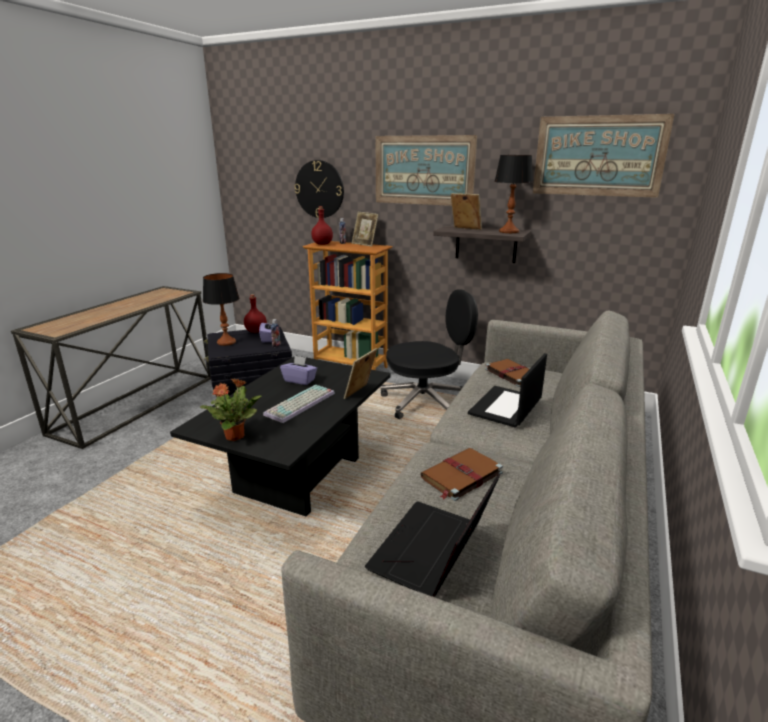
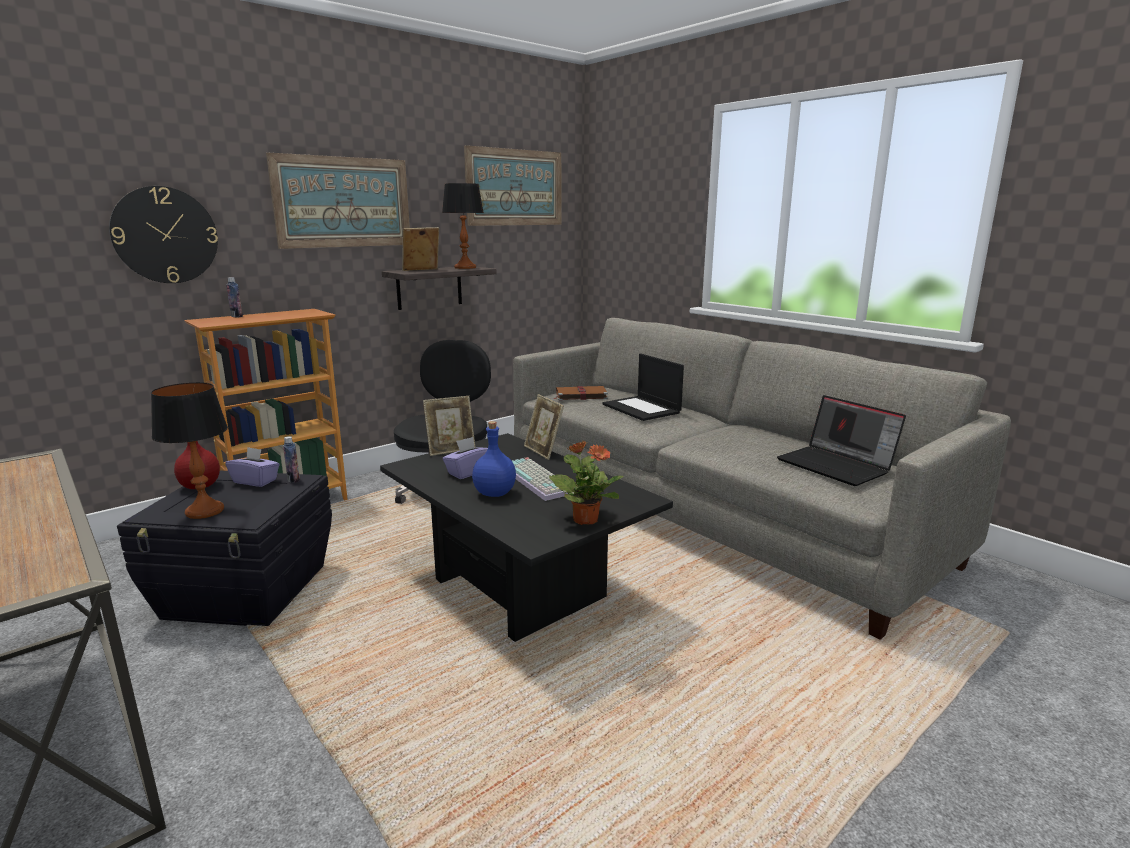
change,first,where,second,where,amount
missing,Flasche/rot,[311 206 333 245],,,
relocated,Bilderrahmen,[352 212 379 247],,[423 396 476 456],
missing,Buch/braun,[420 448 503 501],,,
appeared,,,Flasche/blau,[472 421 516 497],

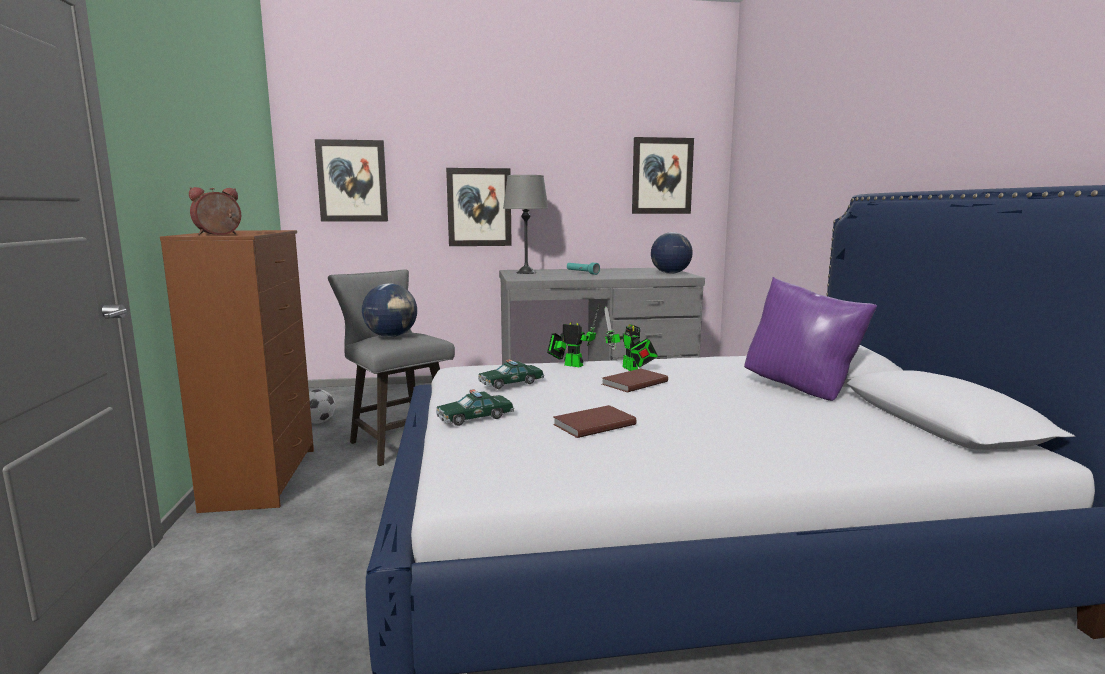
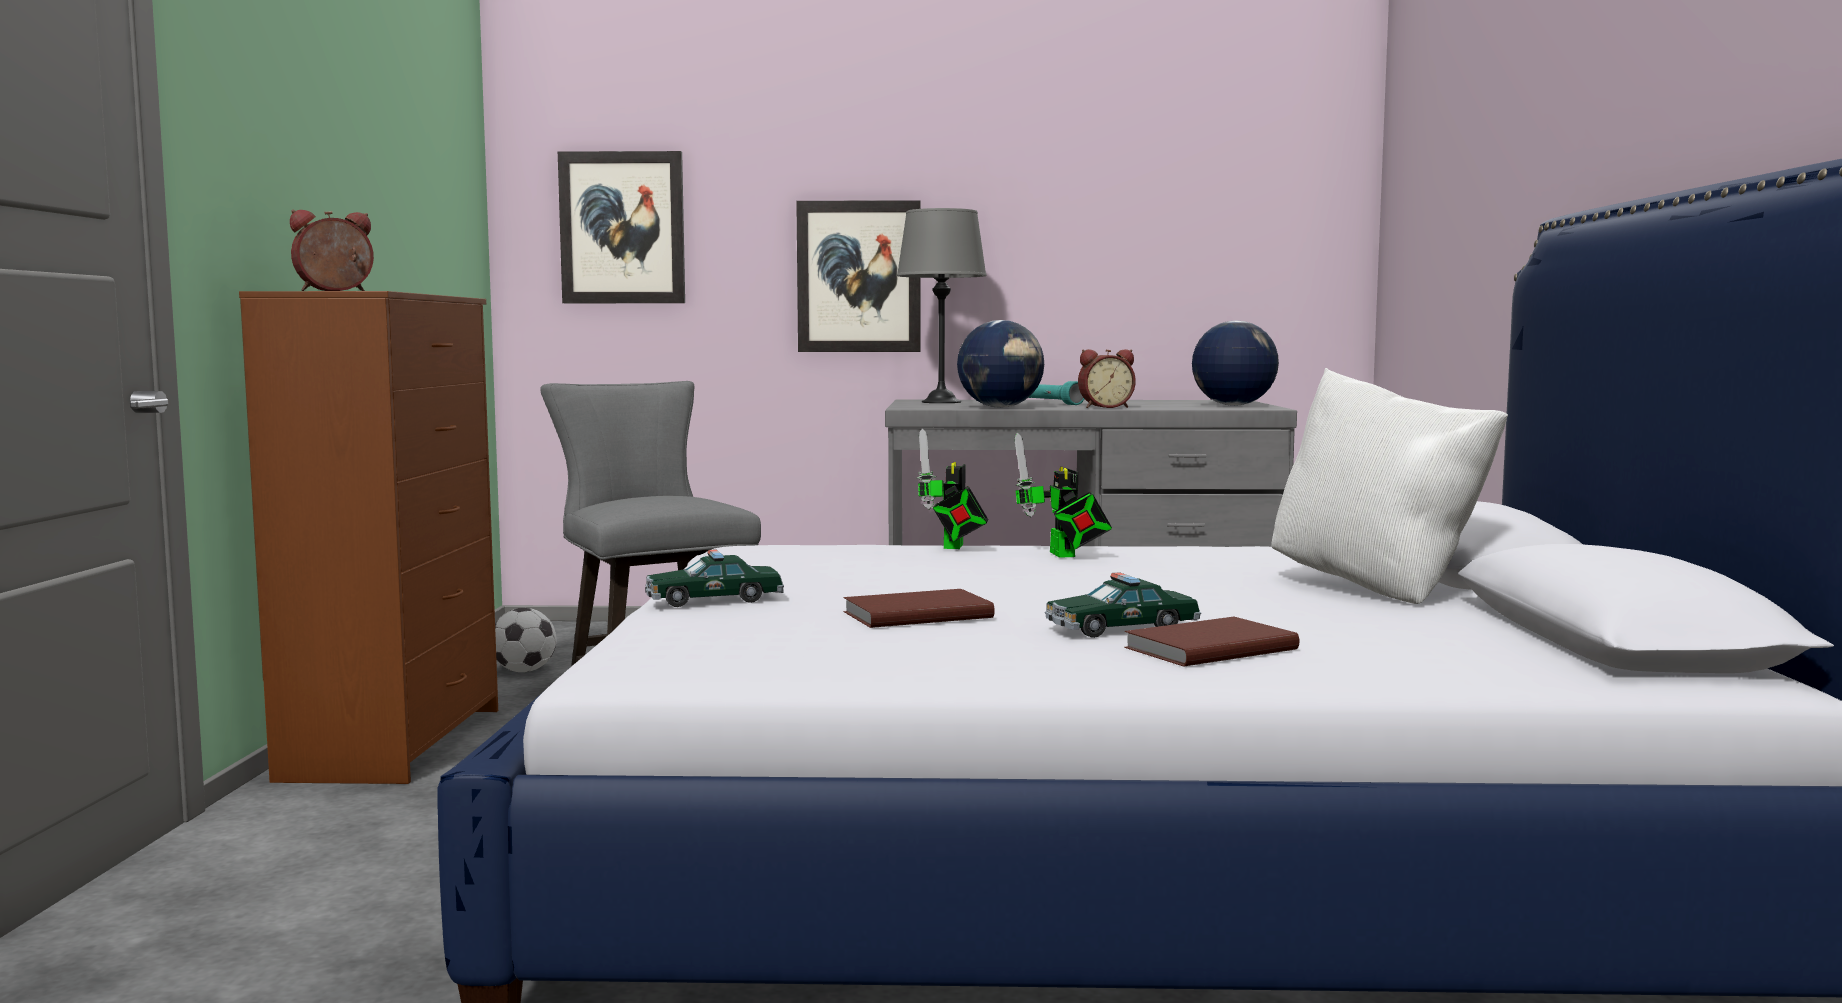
change,first,where,second,where,amount
relocated,Globus,[362 283 417 337],,[957 320 1044 408],
relocated,Spielzeugauto,[478 359 544 389],,[1045 572 1201 638],
spun,Spielzeugroboter,[547 305 599 367],,[917 428 988 549],120 degrees counterclockwise
relocated,Buch/braun,[602 368 668 393],,[1124 617 1299 667],
missing,Bild,[632 137 694 214],,,
colour,Kissen/lila,[744 277 877 401],Kissen/weiß,[1271 368 1508 604],
appeared,,,Wecker,[1078 349 1136 408],

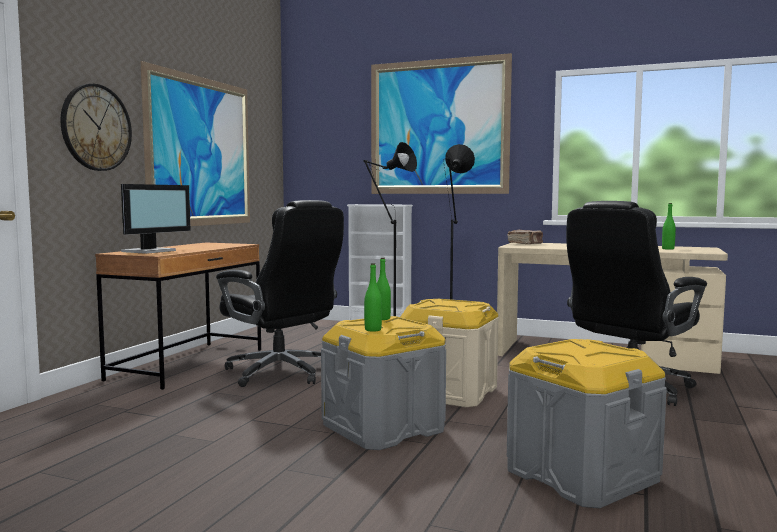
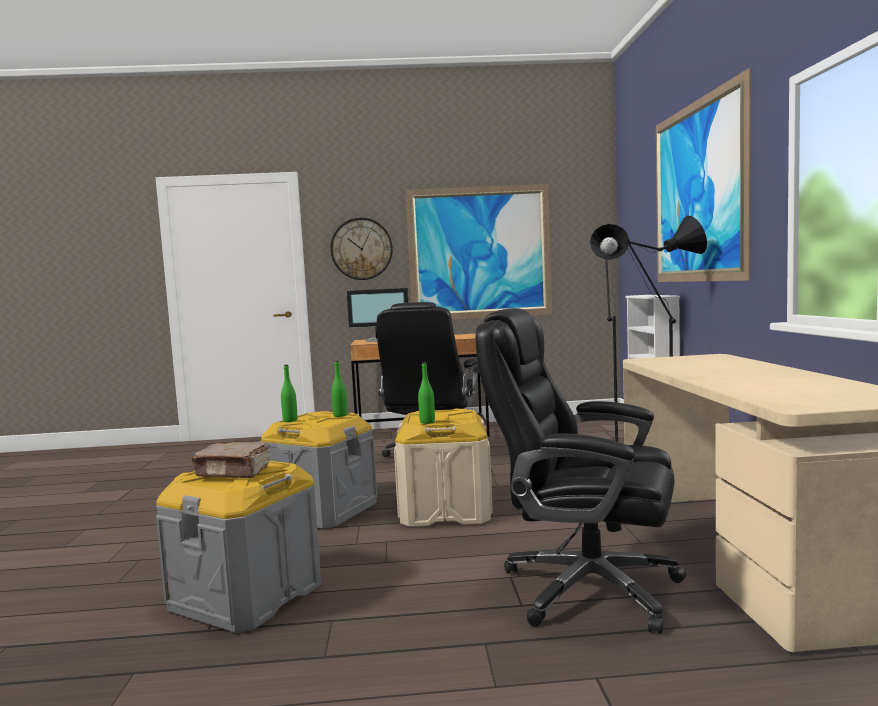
change,first,where,second,where,amount
relocated,Buch/braun,[507 230 543 244],,[191 441 270 478],
relocated,Flasche/grün,[662 203 676 250],,[418 362 435 424],

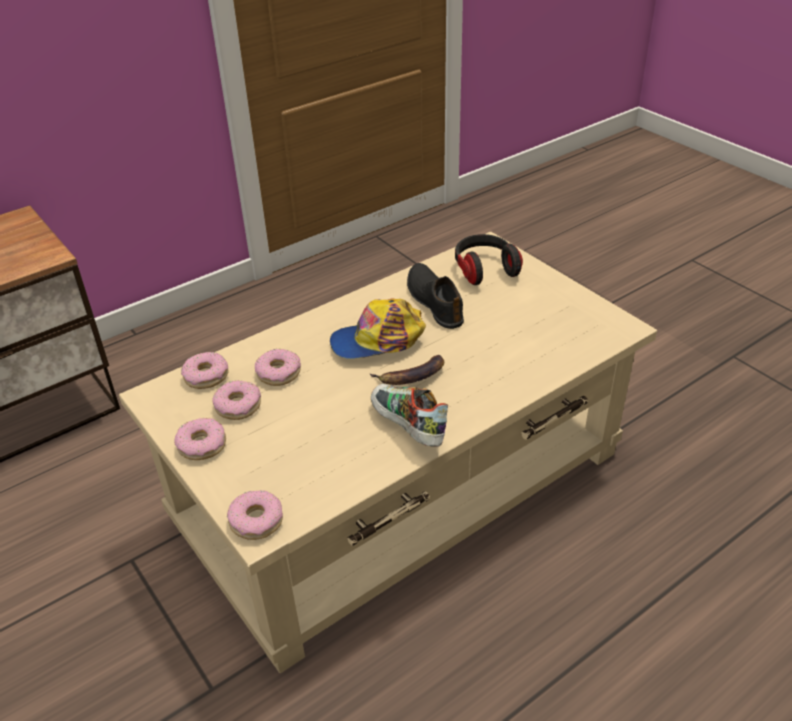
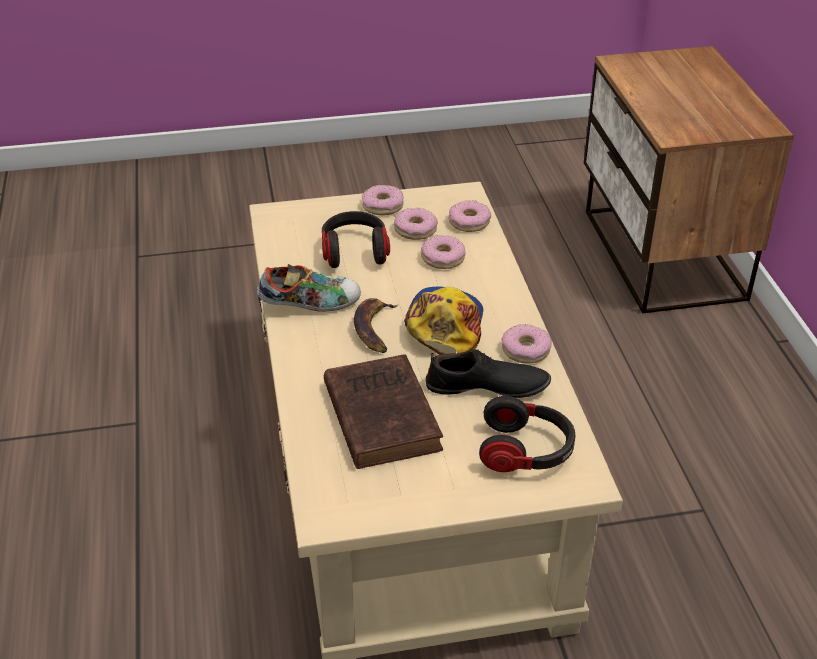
change,first,where,second,where,amount
relocated,Donut,[227 490 283 540],,[501 324 552 364],
appeared,,,Kopfhörer,[322 211 390 268],
appeared,,,Buch/braun,[324 354 443 469],

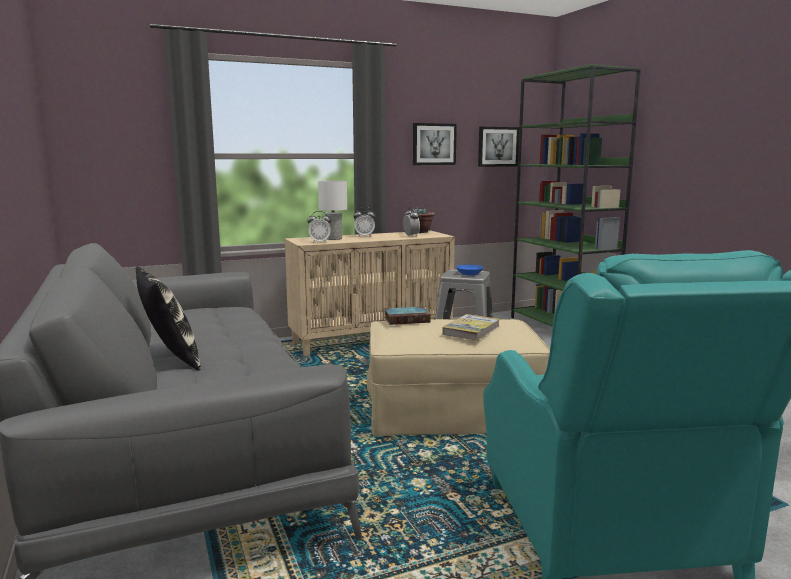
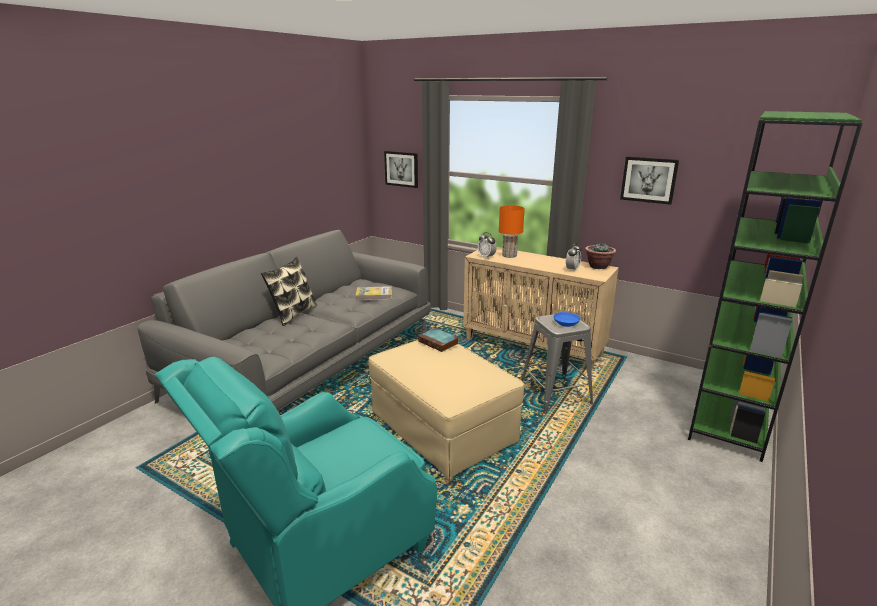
change,first,where,second,where,amount
colour,Tischlampe/weiß,[318 180 347 240],Tischlampe/orange,[499 205 525 258],
missing,Wecker,[354 207 376 237],,,
relocated,Buch,[442 314 500 341],,[356 286 392 300],
relocated,Bild,[478 127 519 167],,[384 151 418 188],

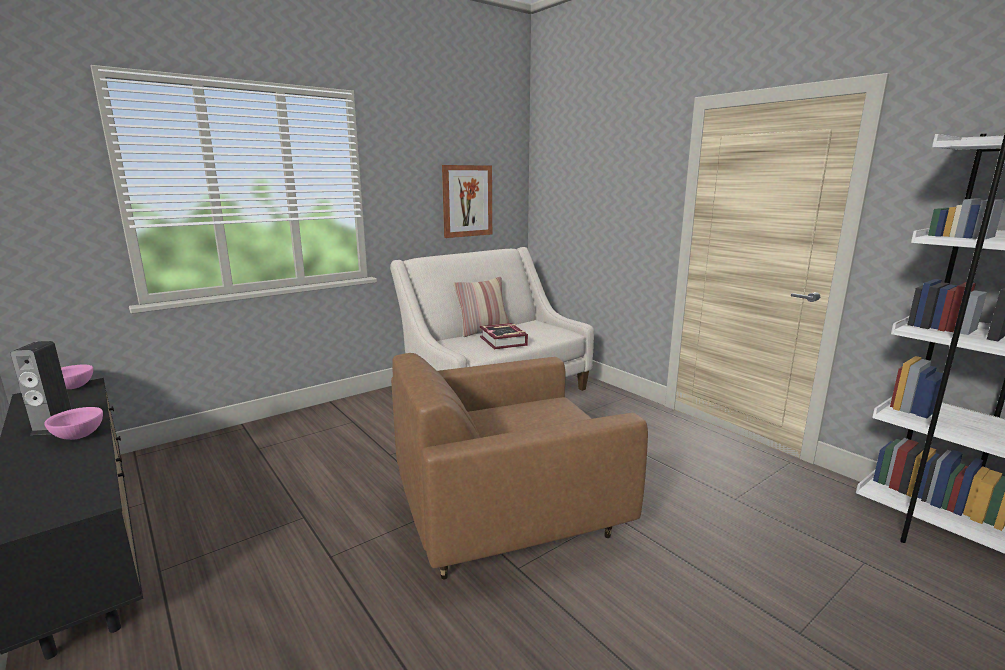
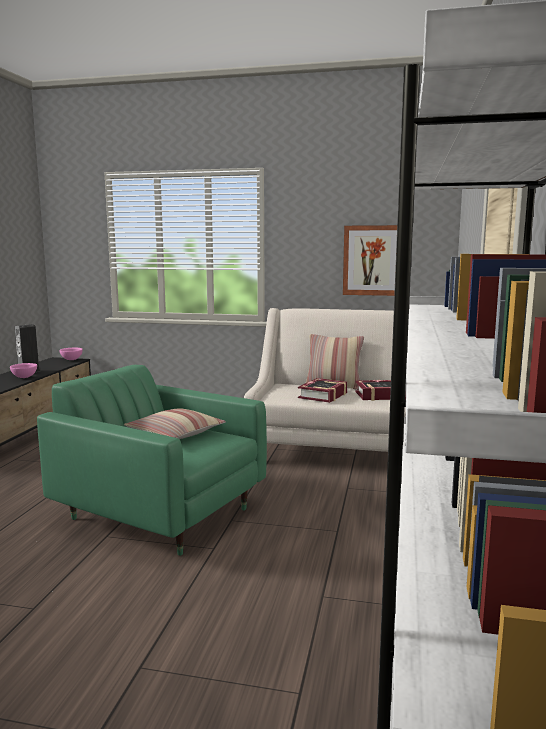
change,first,where,second,where,amount
colour,Sessel/braun,[391 353 648 579],Sessel/grün,[37 365 267 556],
appeared,,,Kissen,[124 408 225 439],
appeared,,,Buch,[355 379 406 401],

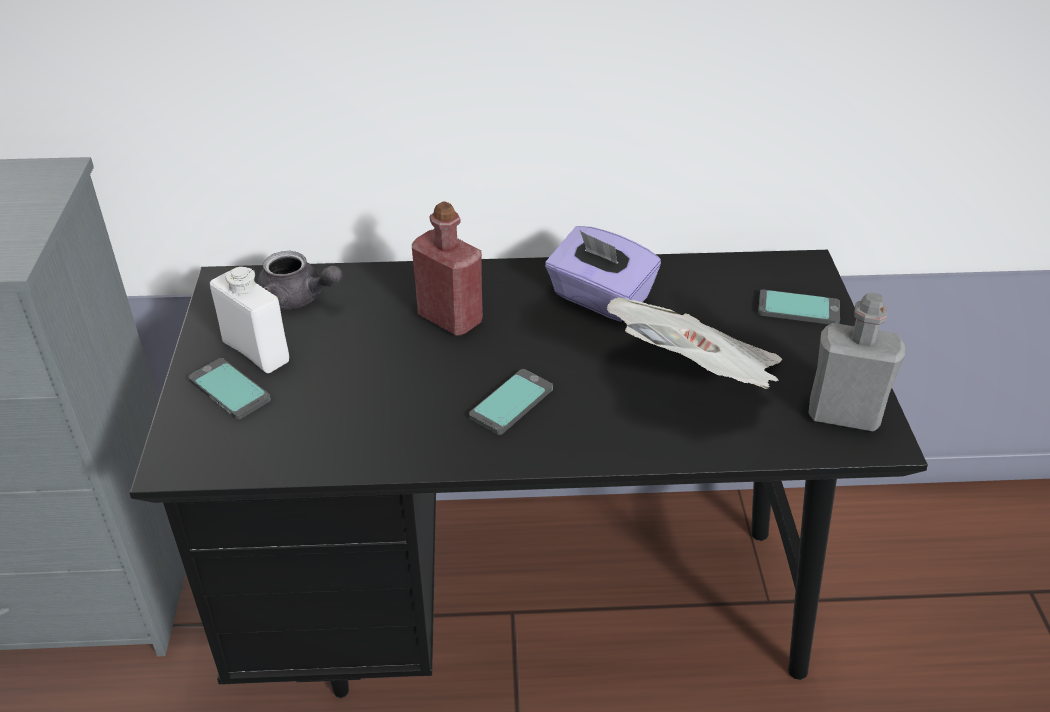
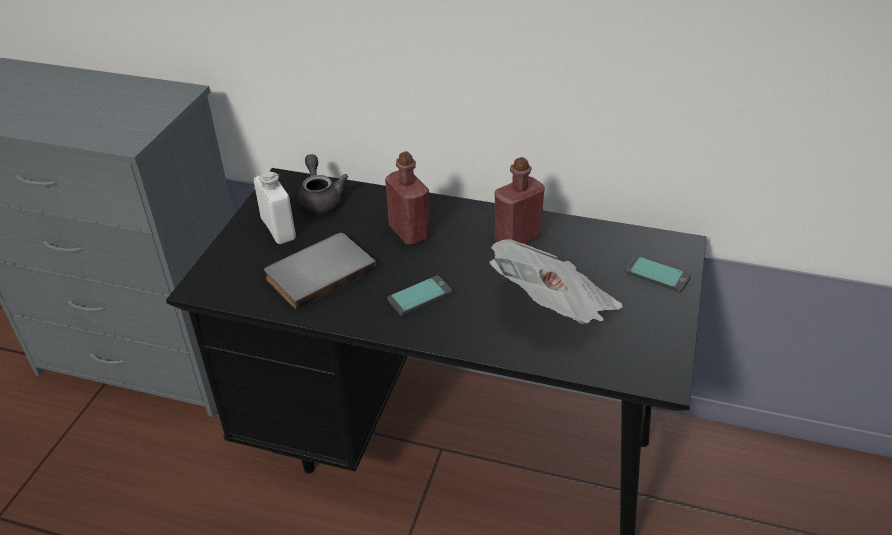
change,first,where,second,where,amount
missing,Handy,[188 358 271 419],,,
spun,Teekanne/grau,[257 251 343 309],,[297 154 348 215],150 degrees counterclockwise
exchanged,Taschentuchbox/lila,[545 226 661 322],Flasche/rot,[495 157 545 244],
missing,Flasche/grau,[809 293 905 432],,,
appeared,,,Buch/grau,[264 233 377 310],

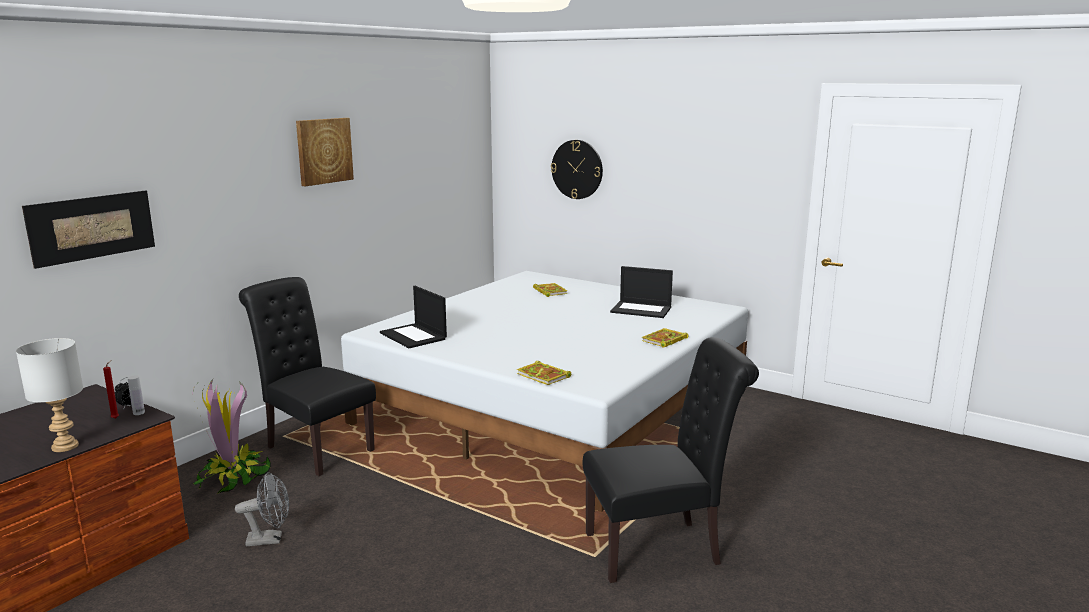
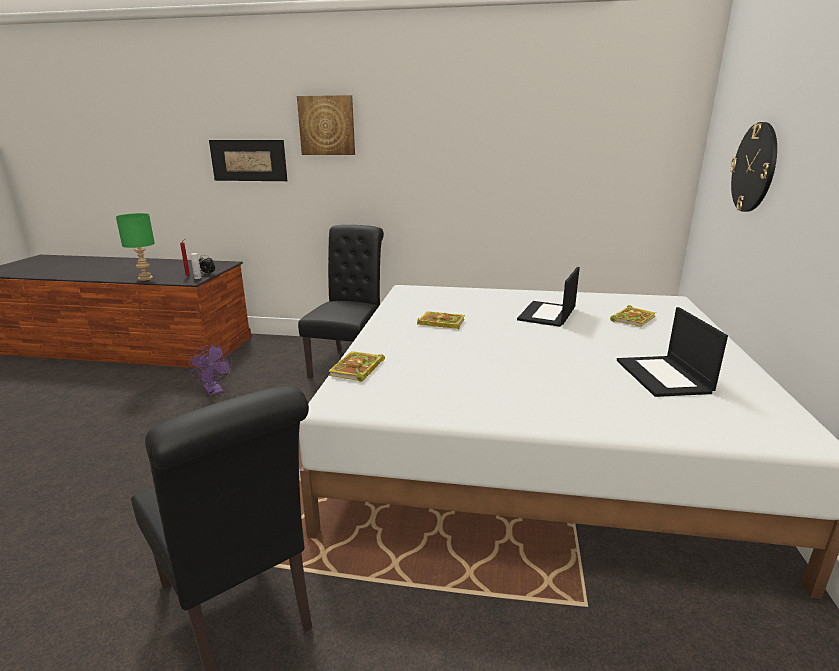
change,first,where,second,where,amount
colour,Tischlampe/grau,[16 338 83 452],Tischlampe/grün,[116 213 155 281],
missing,Topfpflanze,[192 379 271 494],,,
colour,Ventilator/grau,[235 472 289 547],Ventilator/lila,[189 345 232 396],
relocated,Bild,[296 118 354 186],,[297 95 355 155],
relocated,Laptop,[380 286 447 348],,[517 267 580 327],
relocated,Buch,[642 328 688 348],,[417 311 465 330],

